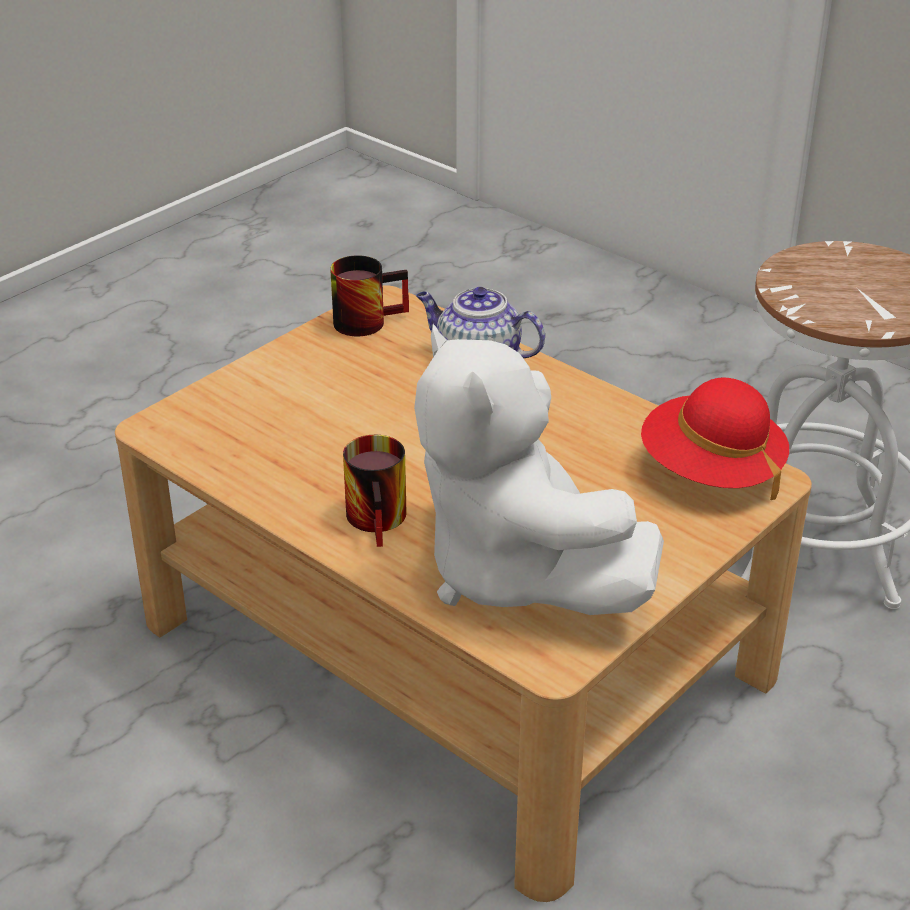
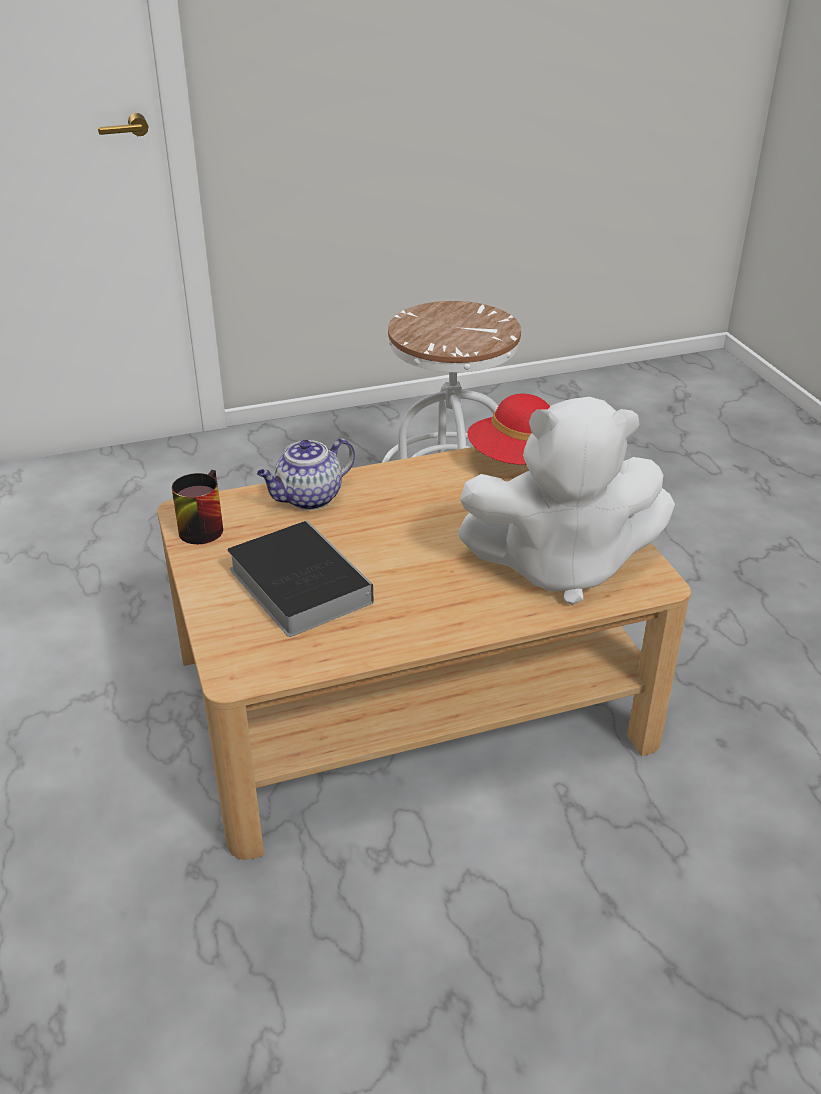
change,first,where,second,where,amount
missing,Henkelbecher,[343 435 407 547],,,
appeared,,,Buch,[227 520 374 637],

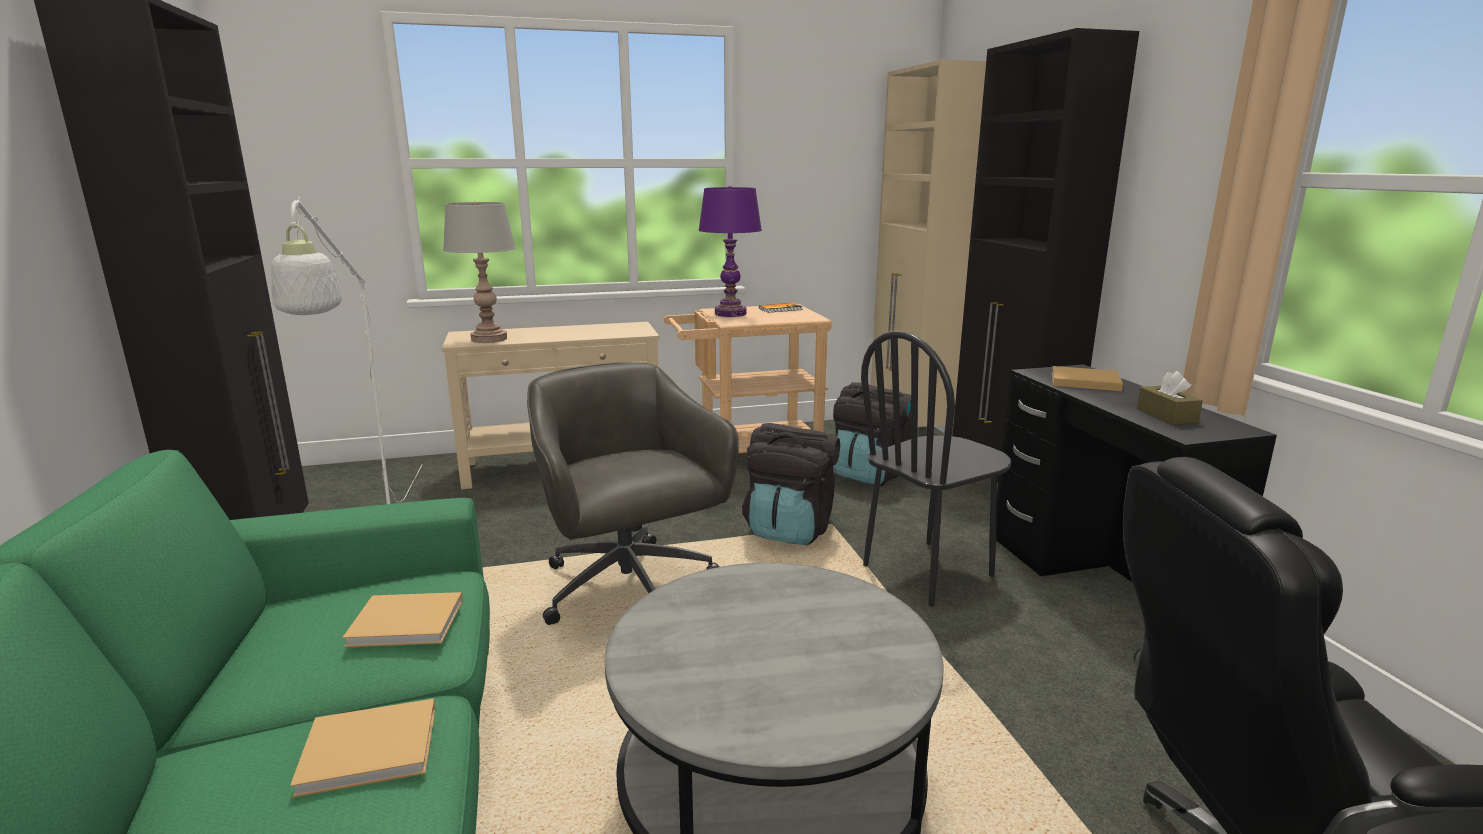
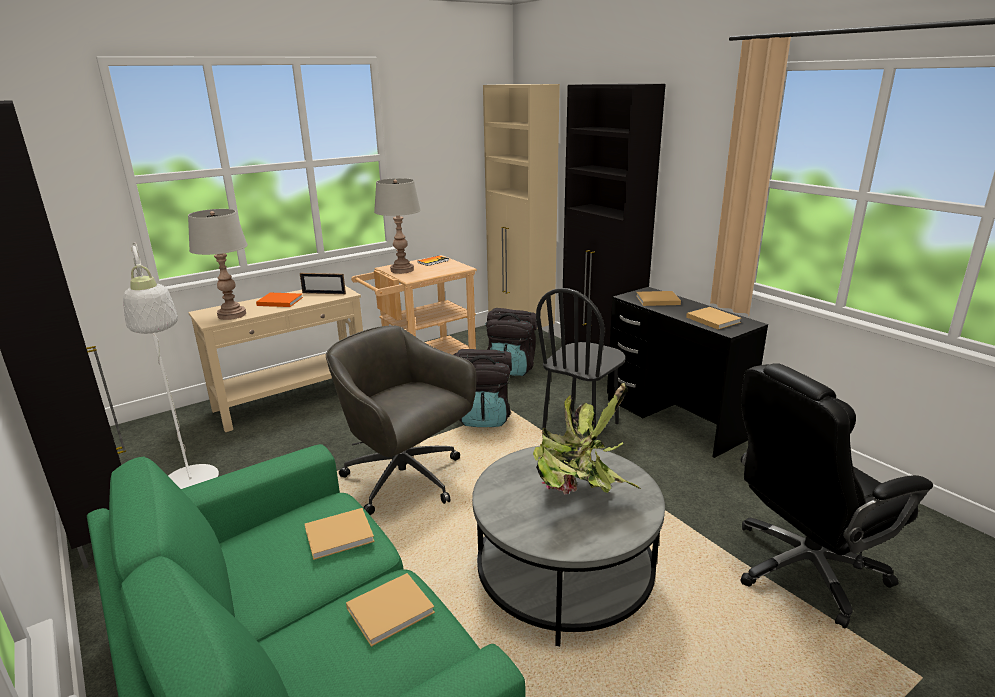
change,first,where,second,where,amount
colour,Tischlampe/lila,[698 186 762 317],Tischlampe/grau,[374 178 421 274],
exchanged,Taschentuchbox/braun,[1137 371 1203 425],Buch/beige,[686 307 742 329],
appeared,,,Buch/orange,[256 293 303 307],
appeared,,,Bilderrahmen,[300 273 346 294],
appeared,,,Topfpflanze,[533 383 641 495],

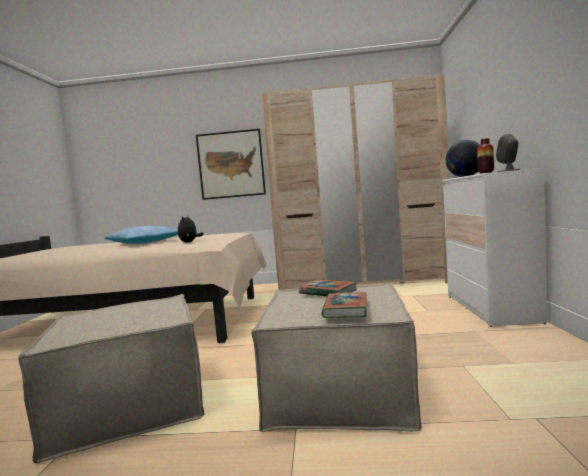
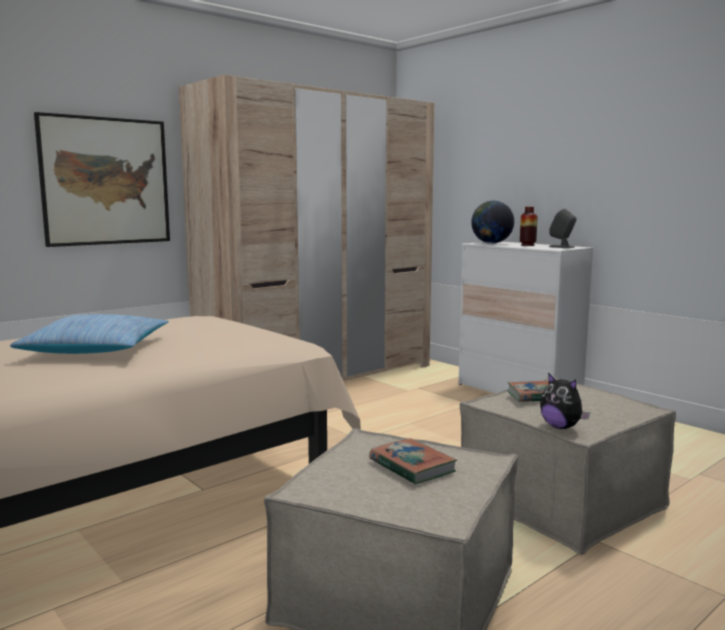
change,first,where,second,where,amount
relocated,Plüschtier,[178 217 203 243],,[540 373 590 429],
relocated,Buch,[321 292 367 318],,[369 438 457 484],

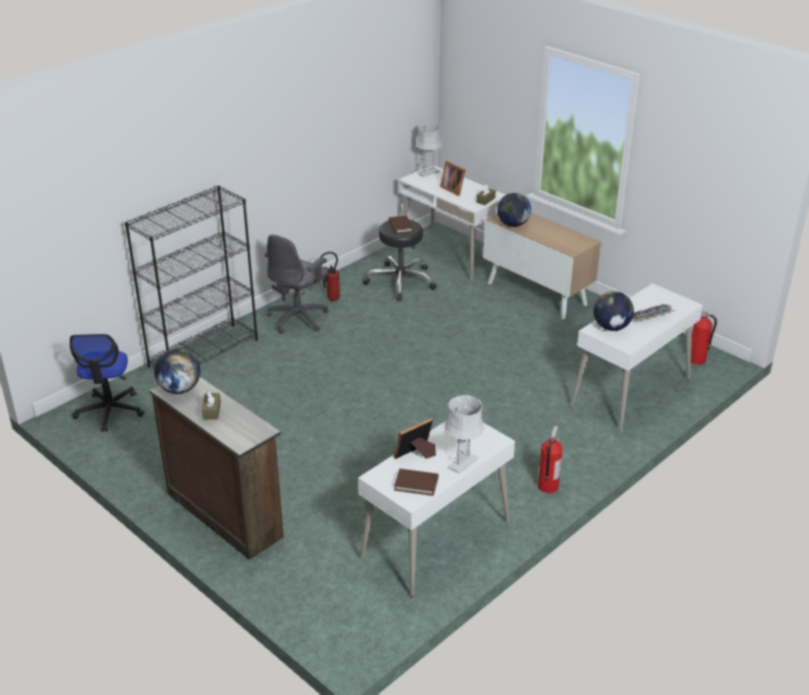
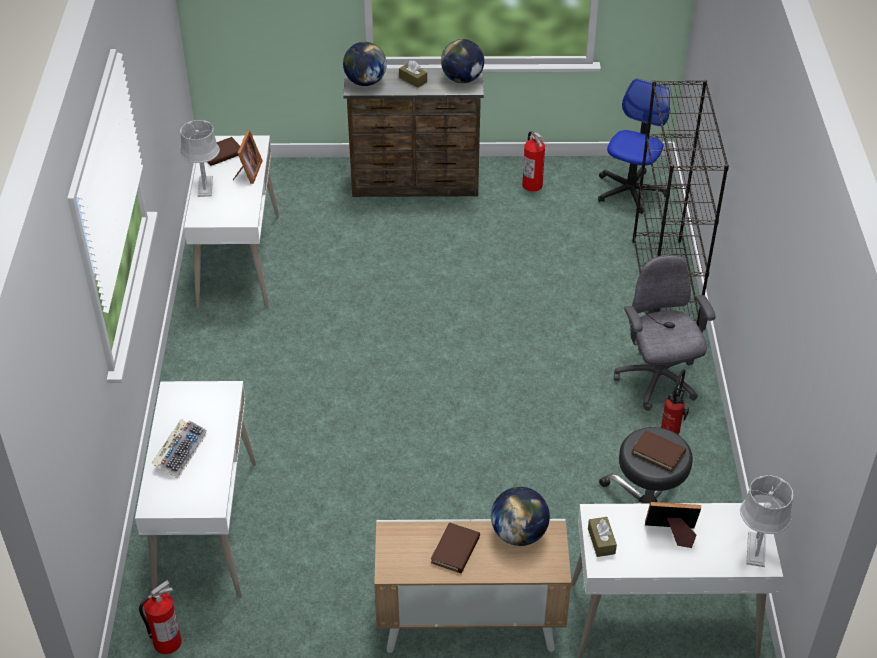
change,first,where,second,where,amount
spun,Bürostuhl,[70 334 144 432],,[598 78 670 214],75 degrees clockwise
relocated,Feuerlöscher,[538 426 563 493],,[522 131 545 192],
relocated,Globus,[593 291 634 331],,[343 42 387 86],
appeared,,,Buch/braun,[431 522 480 573],

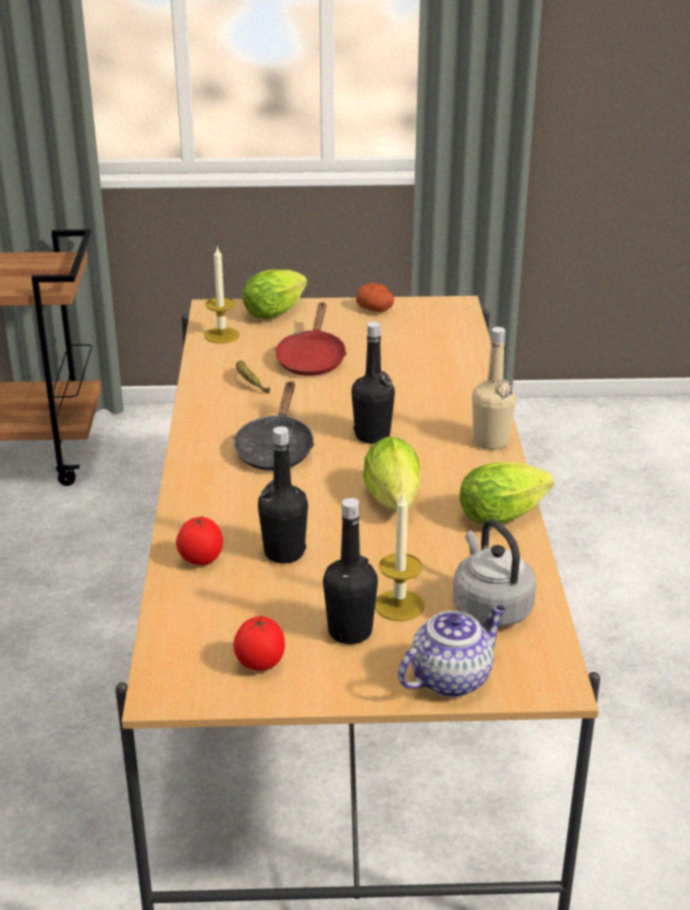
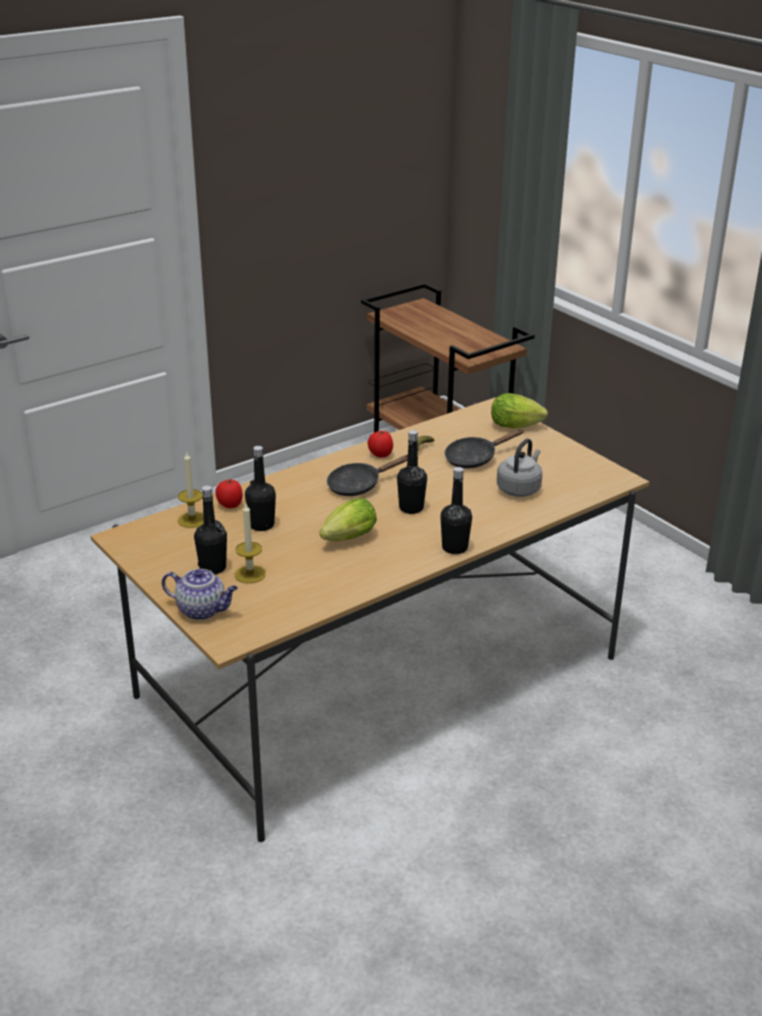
change,first,where,second,where,amount
relocated,Kerze,[204 247 240 344],,[178 451 204 528],
relocated,Tomate,[233 615 285 671],,[368 430 393 458],
colour,Pfanne/rot,[274 302 347 376],Pfanne/schwarz,[445 429 524 468],
missing,Kartoffel,[356 283 394 312],,,
relocated,Wasserkessel/grau,[453 519 536 627],,[497 438 542 497],
missing,Salatkopf,[460 462 554 526],,,
colour,Flasche/beige,[472 327 516 450],Flasche/schwarz,[440 467 472 554],

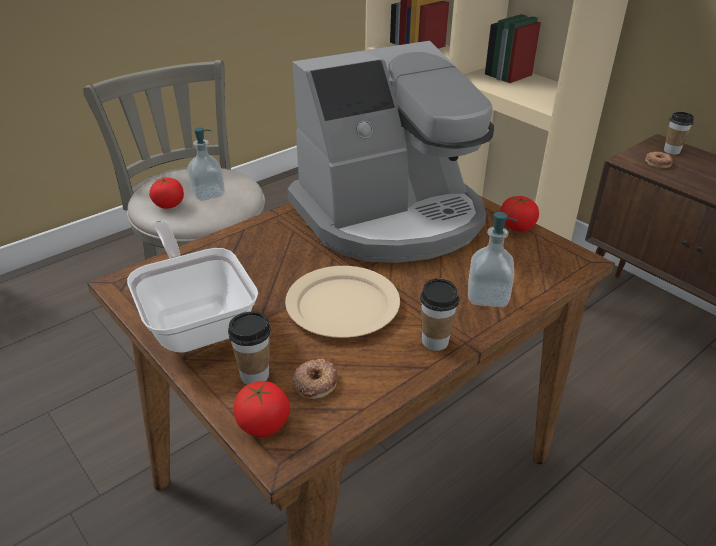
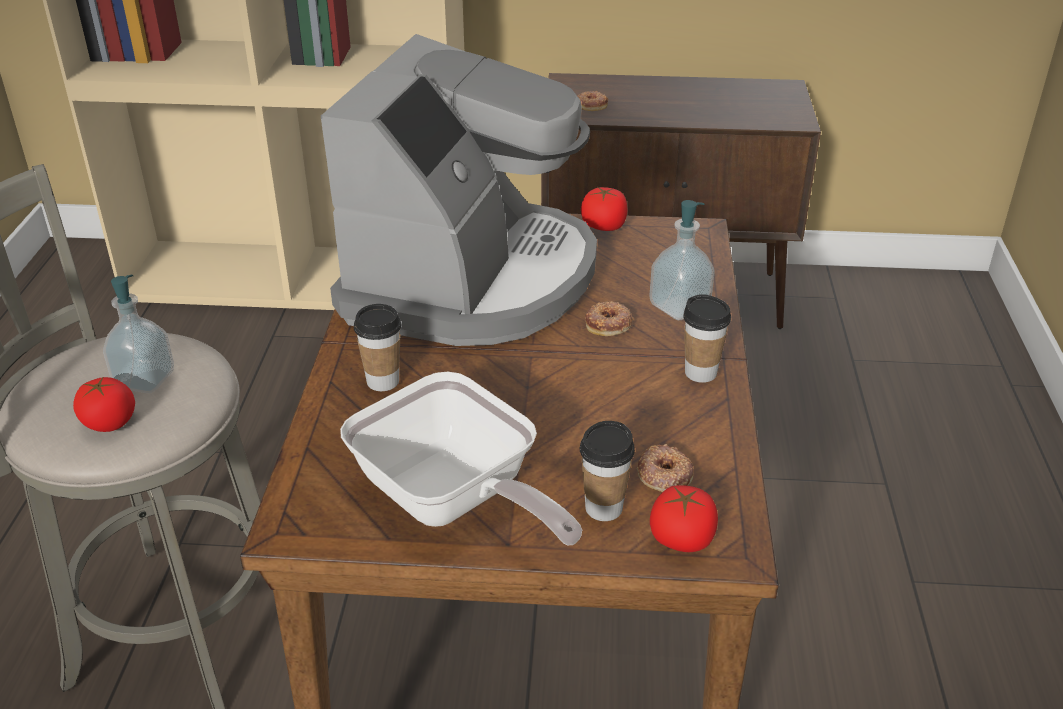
change,first,where,second,where,amount
spun,Pfanne,[127 220 258 353],,[340 371 582 545],150 degrees counterclockwise
missing,Teller/beige,[285 266 400 338],,,
relocated,Tasse,[664 112 694 155],,[354 304 402 391],
appeared,,,Donut,[585 301 633 336],

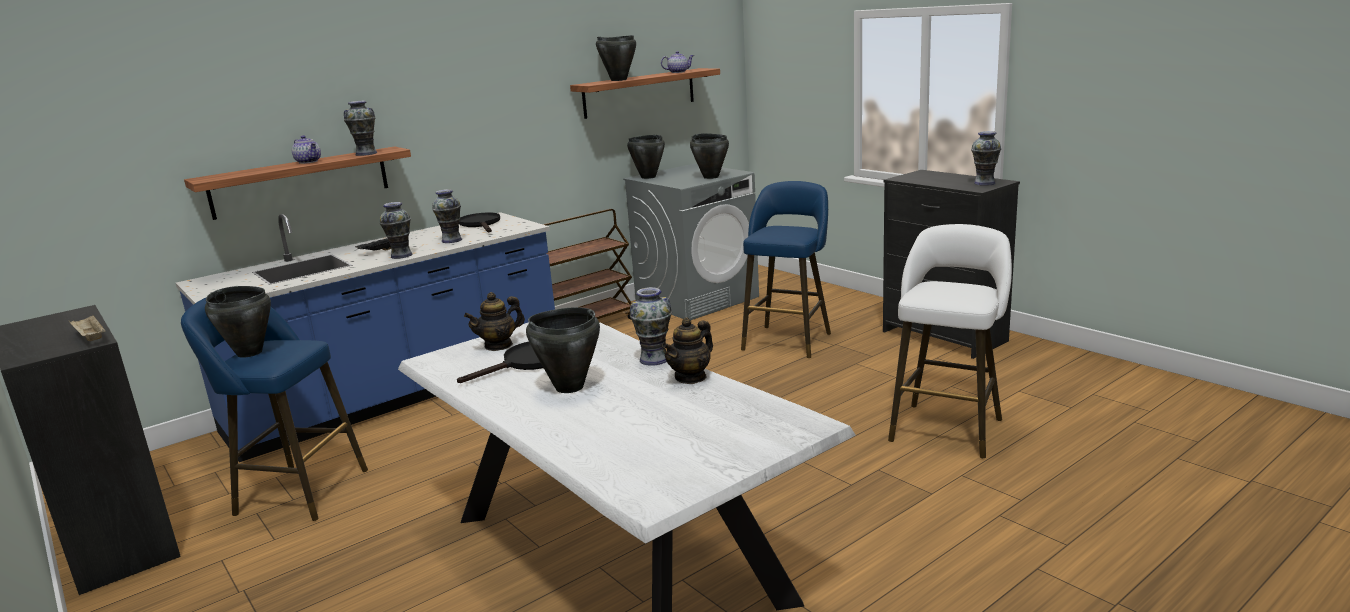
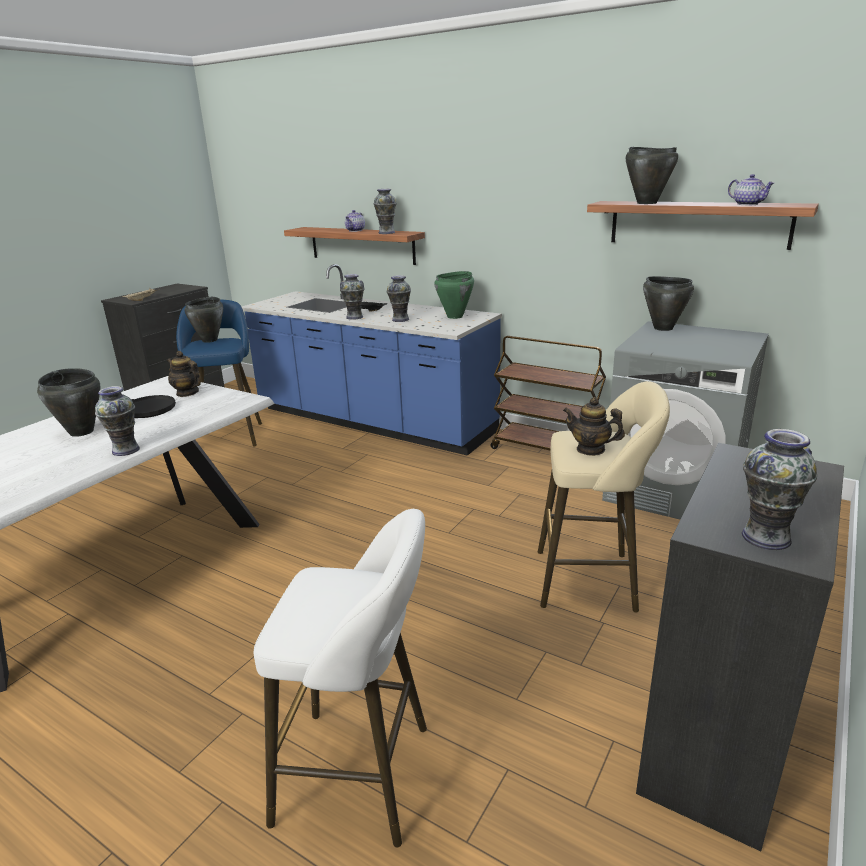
change,first,where,second,where,amount
exchanged,Pfanne/schwarz,[459 212 500 232],Kochtopf/grün,[434 271 474 319],
relocated,Teekanne,[662 317 713 384],,[563 397 625 456],
missing,Kochtopf/schwarz,[690 133 729 179],,,
colour,Hocker/blau,[741 181 831 358],Hocker/beige,[538 381 670 613],

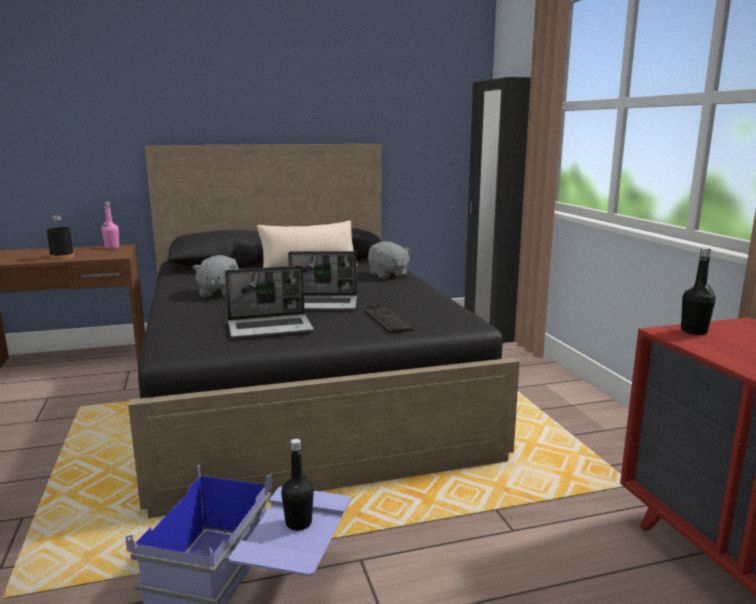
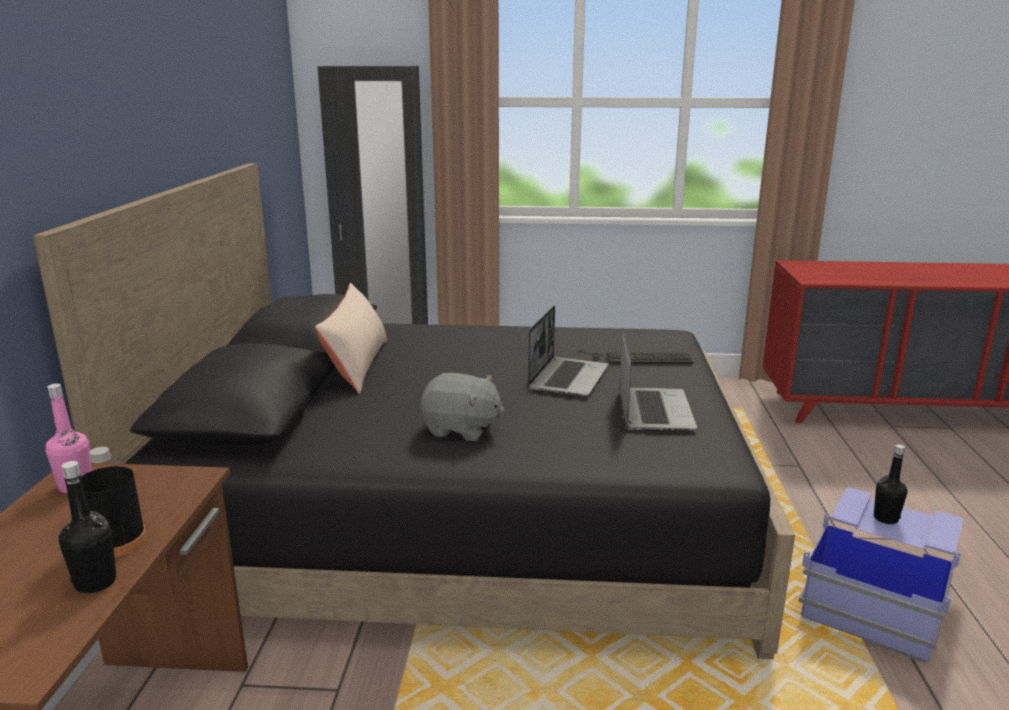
change,first,where,second,where,amount
missing,Plüschtier/grau,[368 241 411 279],,,
relocated,Flasche/schwarz,[681 248 716 335],,[59 461 116 593],

